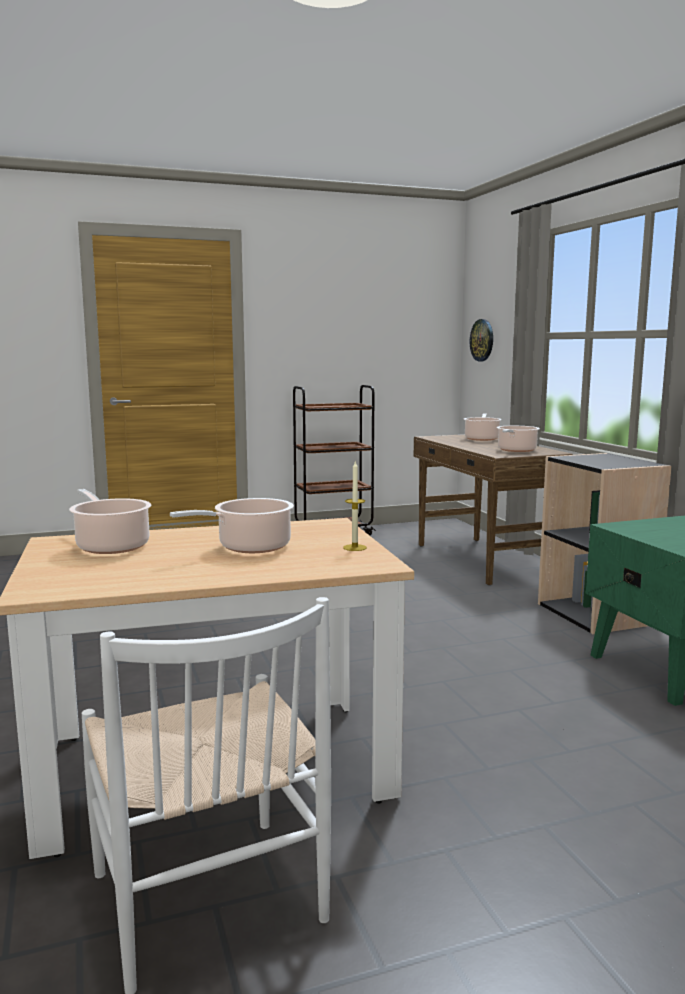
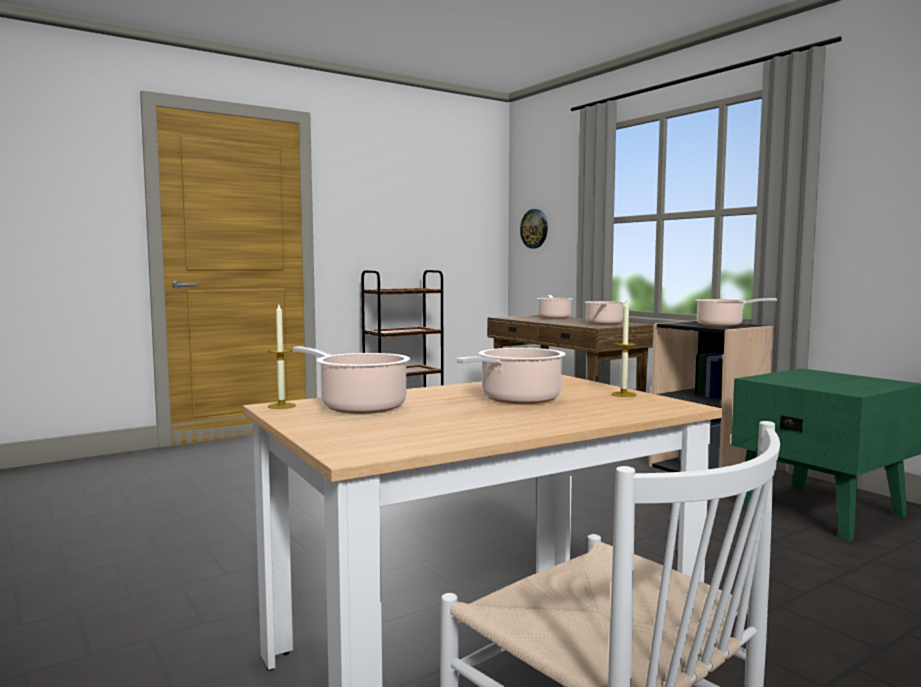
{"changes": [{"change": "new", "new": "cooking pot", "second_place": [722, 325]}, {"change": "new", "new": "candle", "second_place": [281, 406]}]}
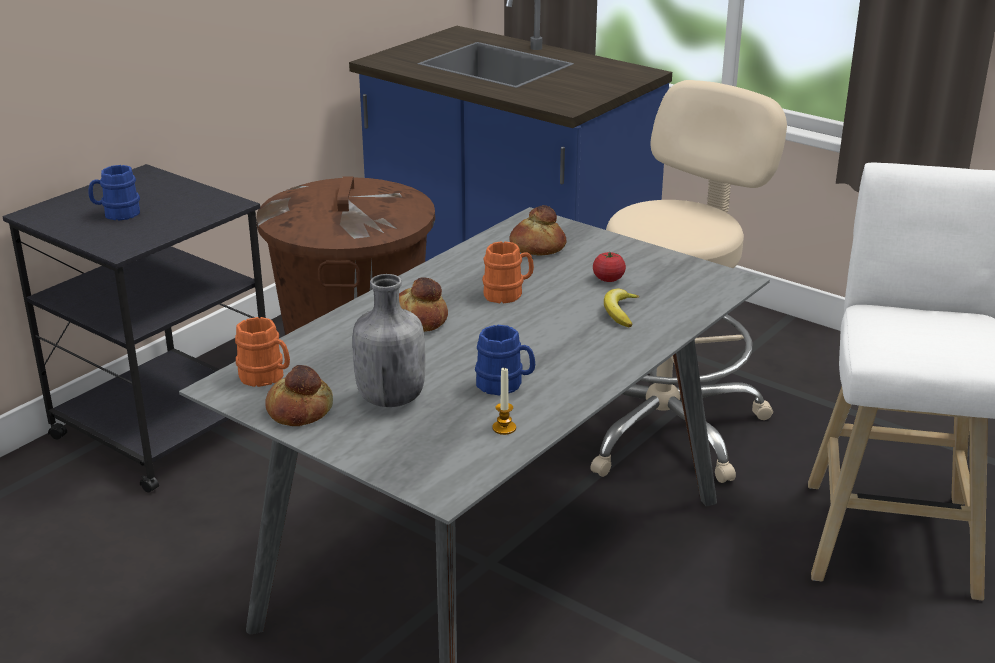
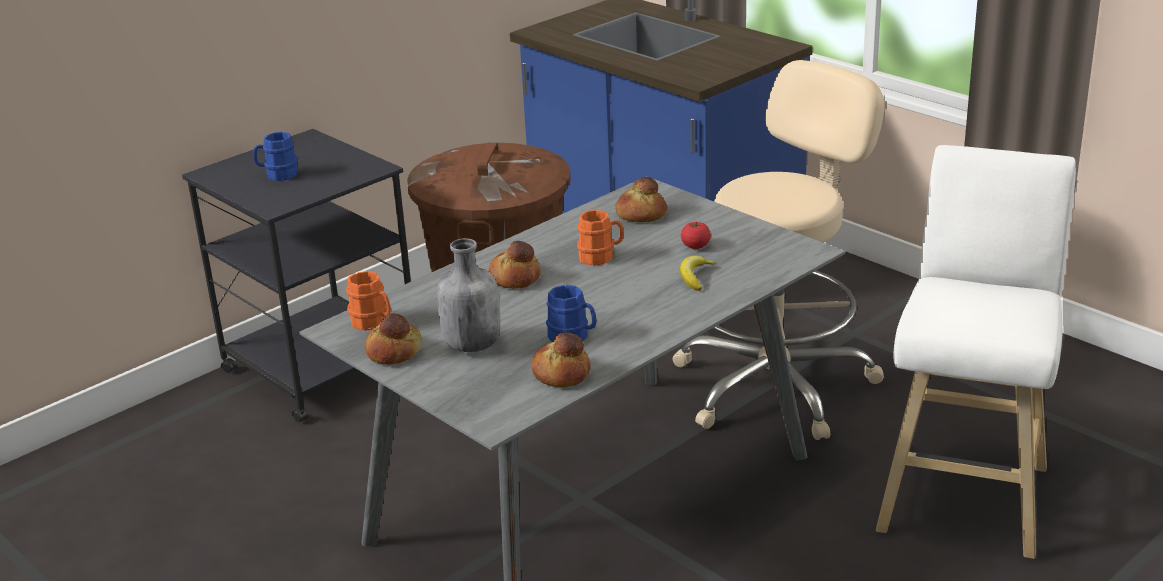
{"changes": [{"change": "swapped", "old": "candle", "new": "bread", "first_place": [504, 428], "second_place": [560, 374]}]}
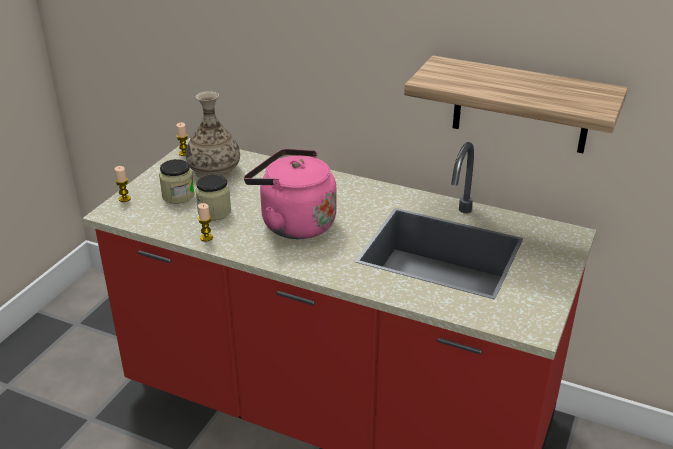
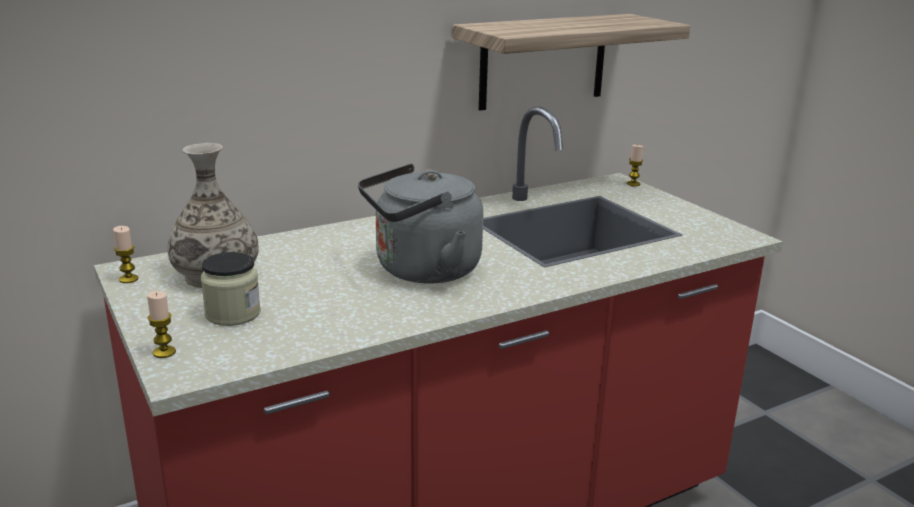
{"changes": [{"change": "repainted", "old": "pink water kettle", "new": "greyish water kettle", "first_place": [293, 223], "second_place": [422, 270]}, {"change": "gone", "old": "preserve jar", "first_place": [214, 211]}, {"change": "shifted", "old": "candle", "first_place": [206, 237], "second_place": [633, 184]}]}
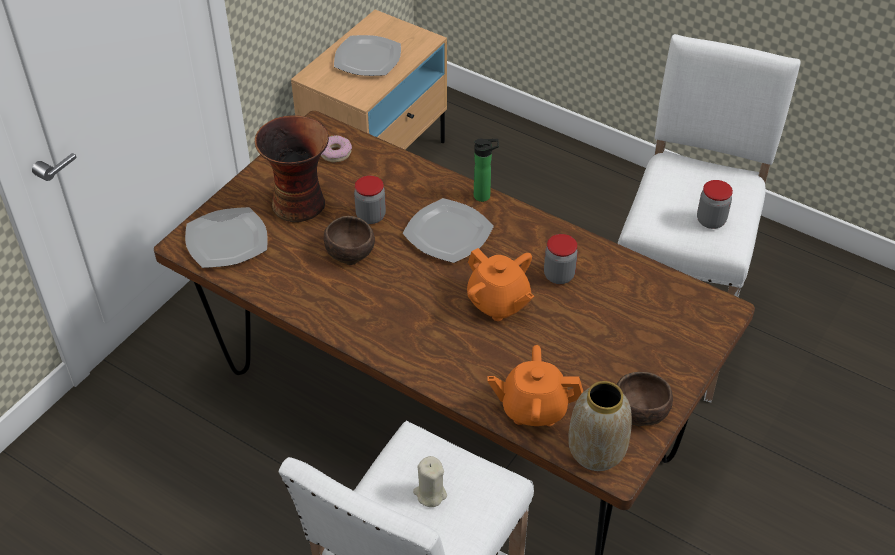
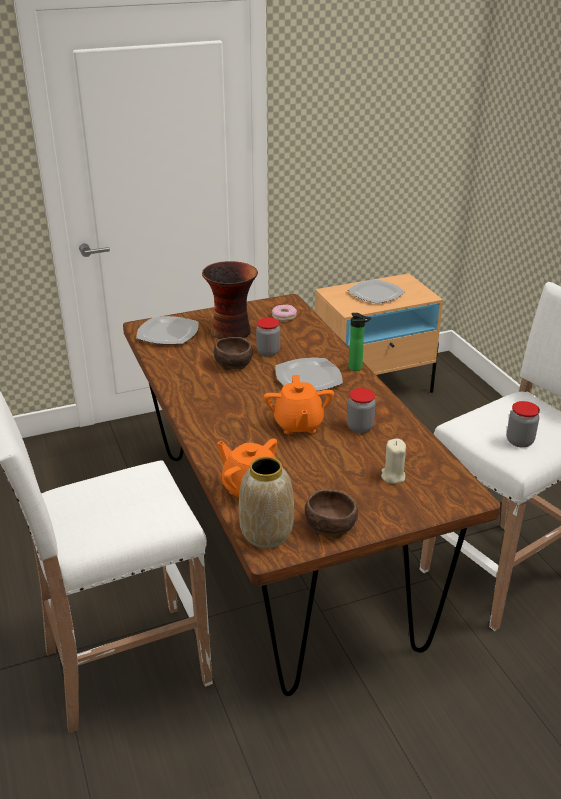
{"changes": [{"change": "shifted", "old": "beige-coloured candle", "first_place": [430, 494], "second_place": [393, 476]}]}
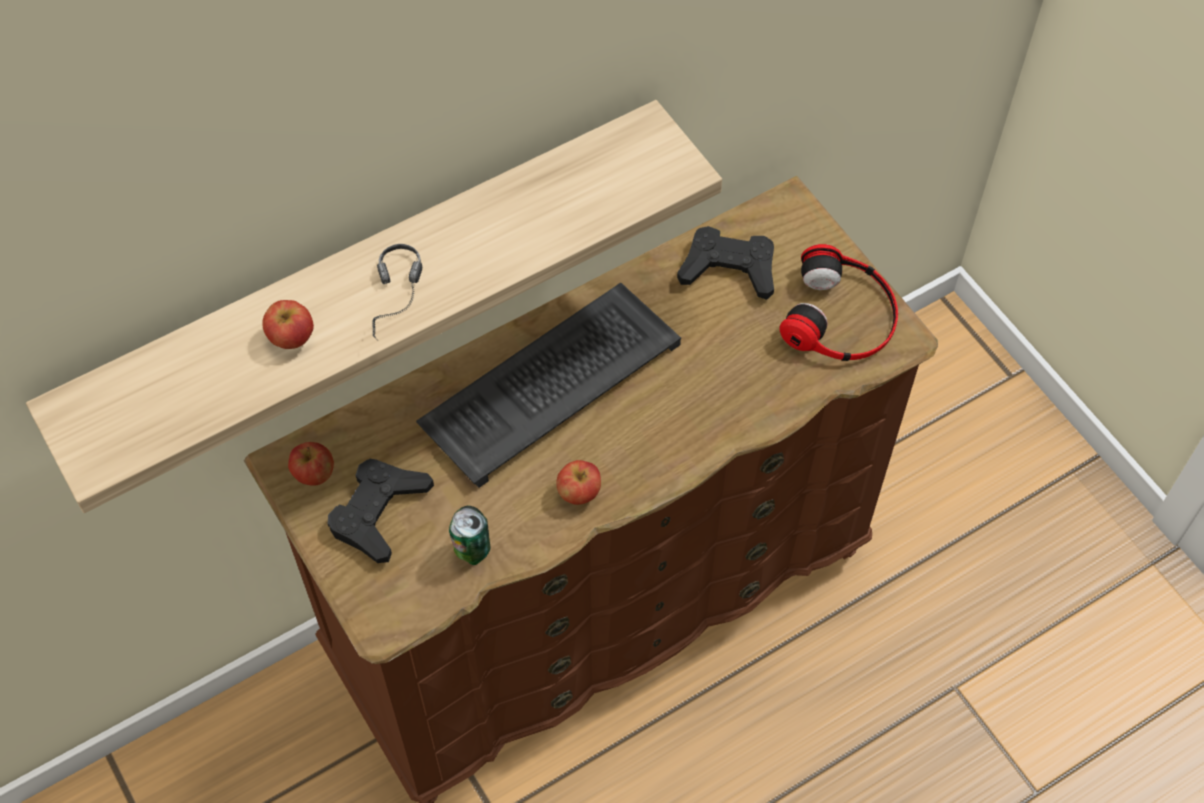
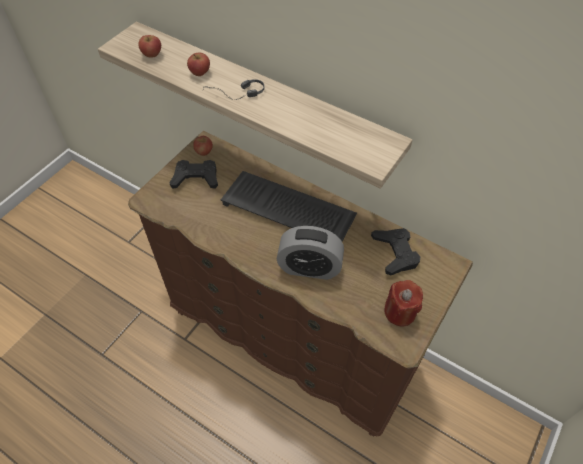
{"changes": [{"change": "swapped", "old": "pair of headphones", "new": "red-coloured candle", "first_place": [841, 316], "second_place": [400, 312]}, {"change": "shifted", "old": "apple", "first_place": [578, 493], "second_place": [152, 54]}, {"change": "gone", "old": "can", "first_place": [472, 551]}, {"change": "new", "new": "table clock", "second_place": [309, 267]}]}
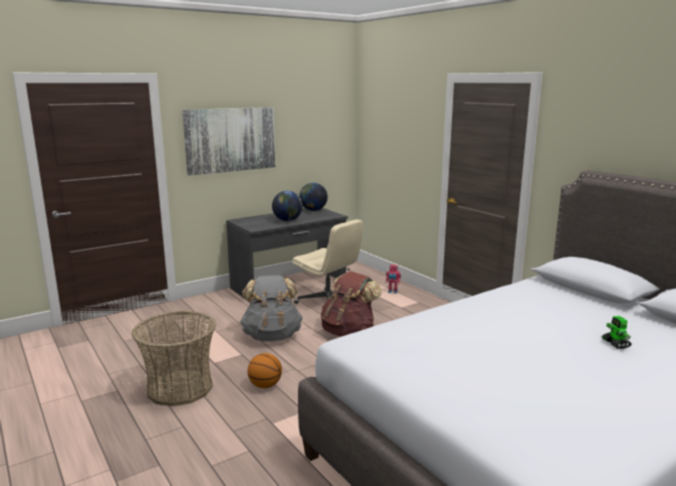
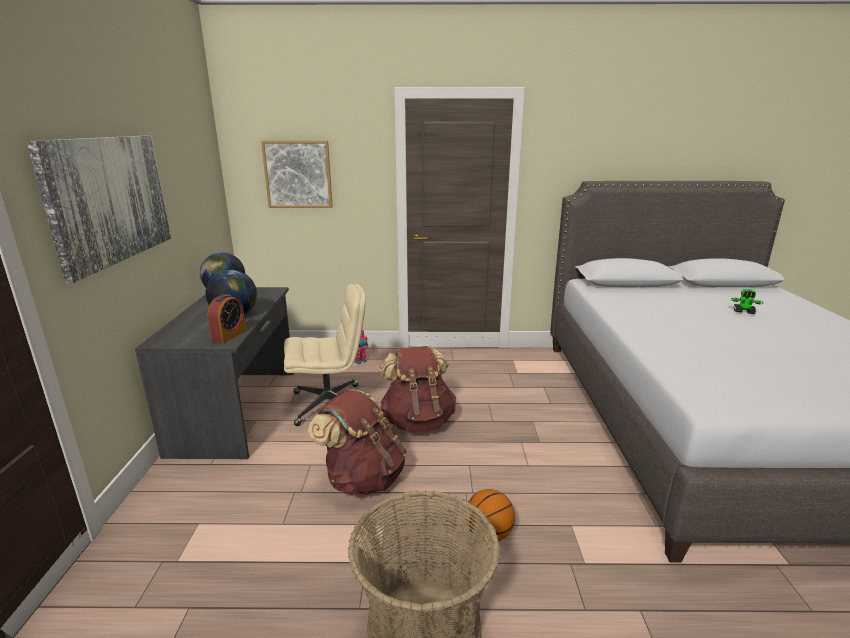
{"changes": [{"change": "repainted", "old": "greyish rucksack", "new": "brownish rucksack", "first_place": [272, 336], "second_place": [362, 478]}, {"change": "new", "new": "wall art", "second_place": [298, 174]}, {"change": "new", "new": "table clock", "second_place": [229, 336]}]}
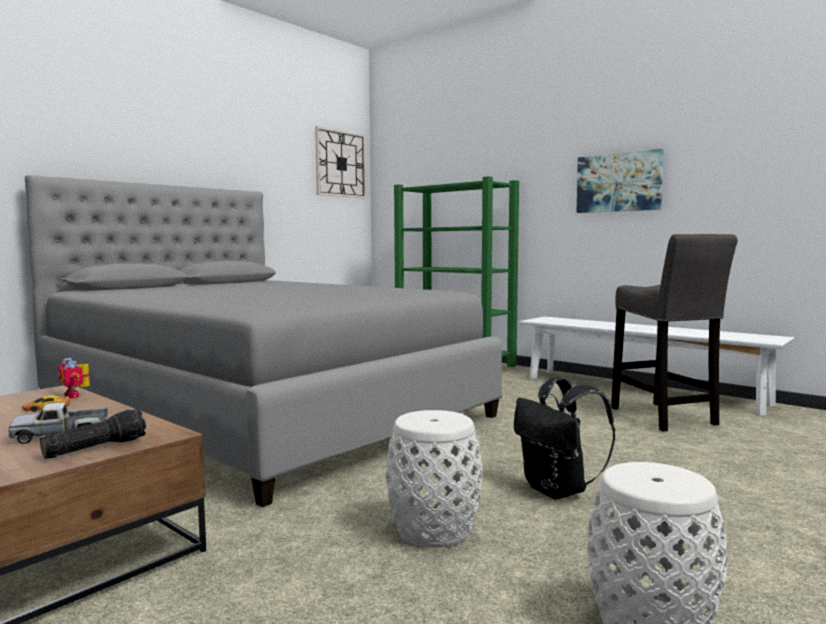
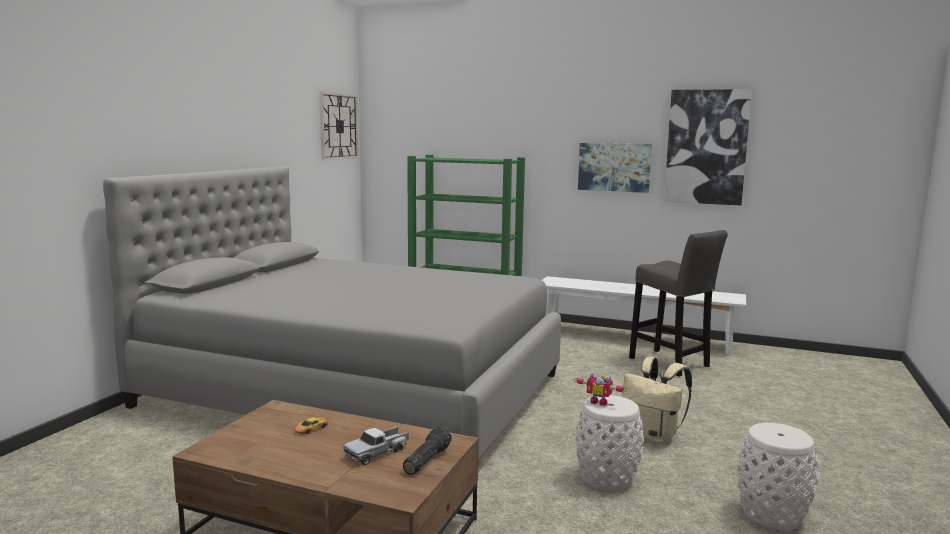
{"changes": [{"change": "shifted", "old": "toy robot", "first_place": [76, 395], "second_place": [599, 402]}, {"change": "repainted", "old": "blackish rucksack", "new": "beige-coloured rucksack", "first_place": [558, 491], "second_place": [654, 436]}, {"change": "new", "new": "wall art", "second_place": [706, 147]}]}
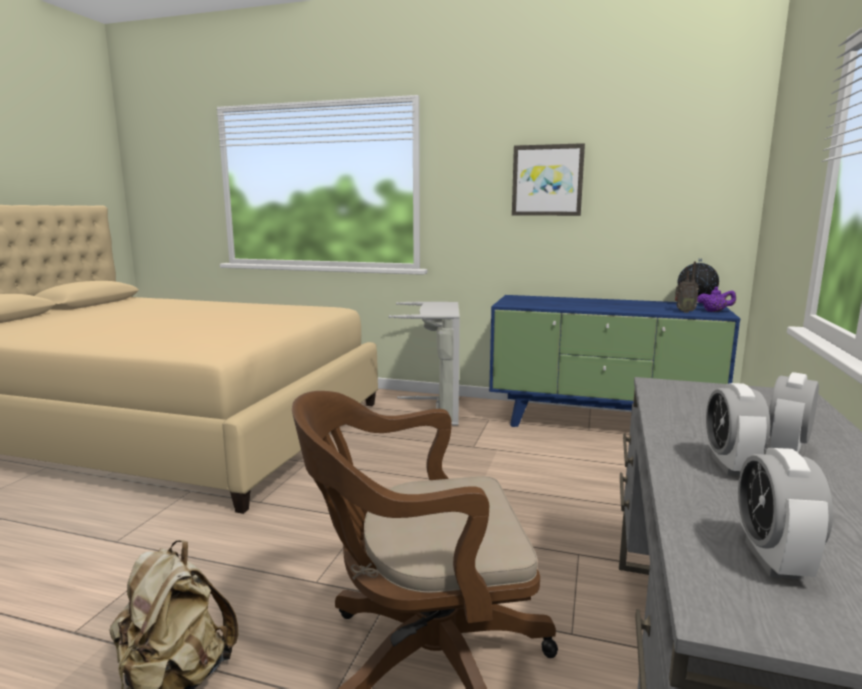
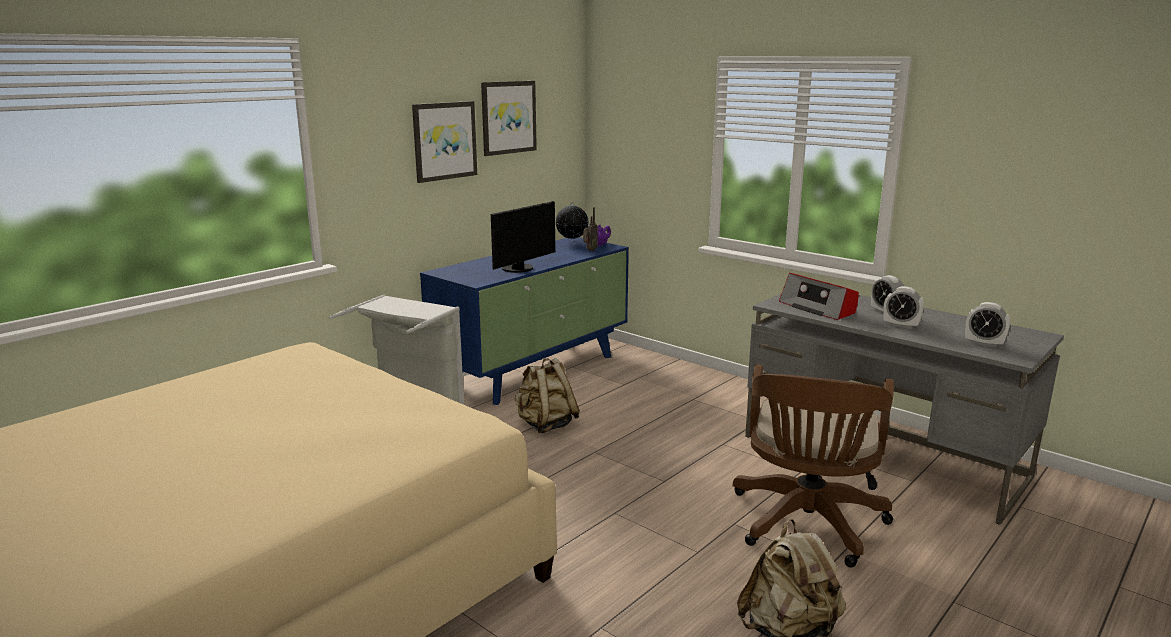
{"changes": [{"change": "new", "new": "wall art", "second_place": [508, 117]}, {"change": "new", "new": "monitor", "second_place": [520, 269]}, {"change": "new", "new": "radio", "second_place": [818, 308]}, {"change": "new", "new": "beige-coloured rucksack", "second_place": [546, 425]}]}
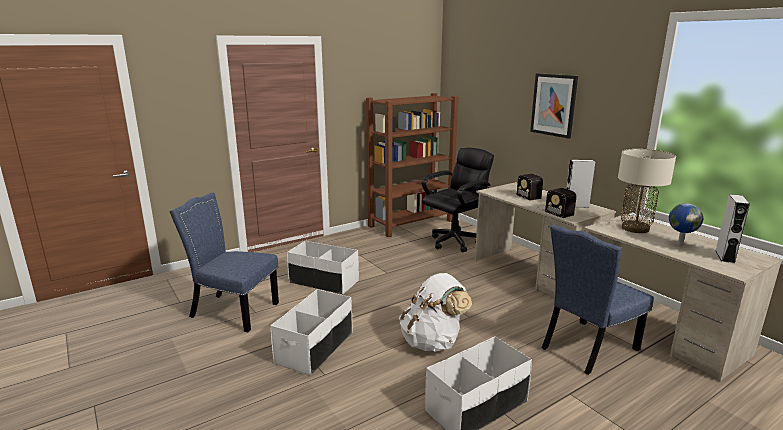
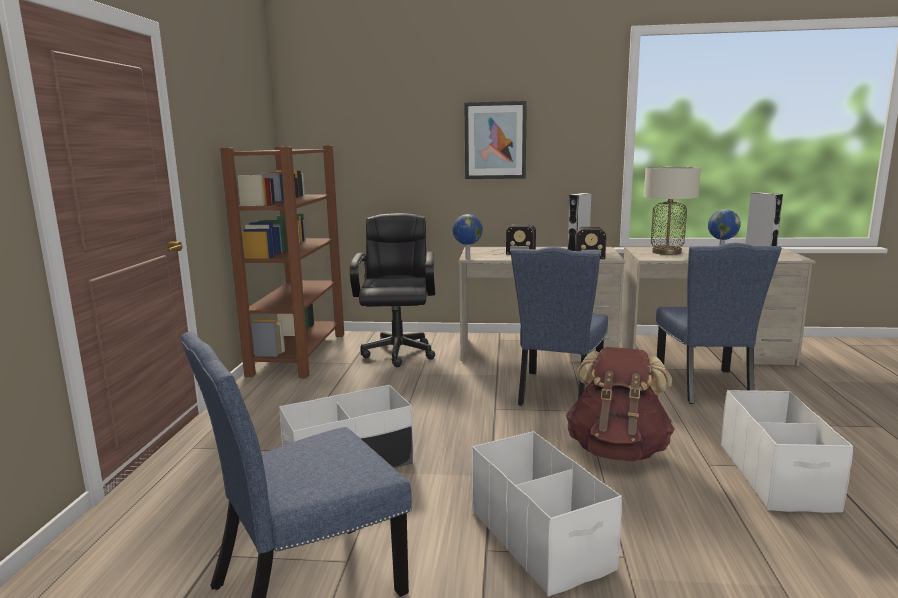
{"changes": [{"change": "repainted", "old": "white-coloured rucksack", "new": "brownish rucksack", "first_place": [433, 342], "second_place": [617, 450]}, {"change": "new", "new": "desk globe", "second_place": [467, 258]}, {"change": "new", "new": "blue chair", "second_place": [558, 390]}]}
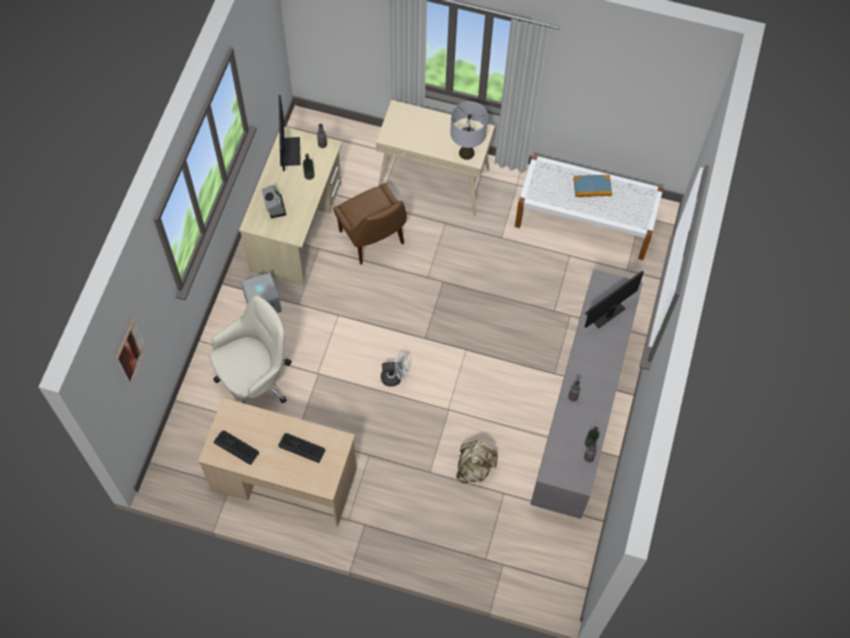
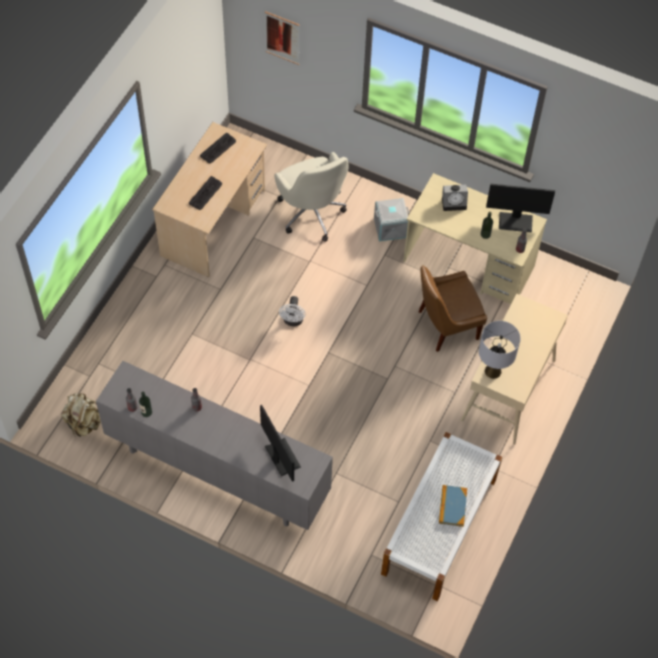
{"changes": [{"change": "shifted", "old": "beige-coloured rucksack", "first_place": [475, 467], "second_place": [84, 423]}]}
